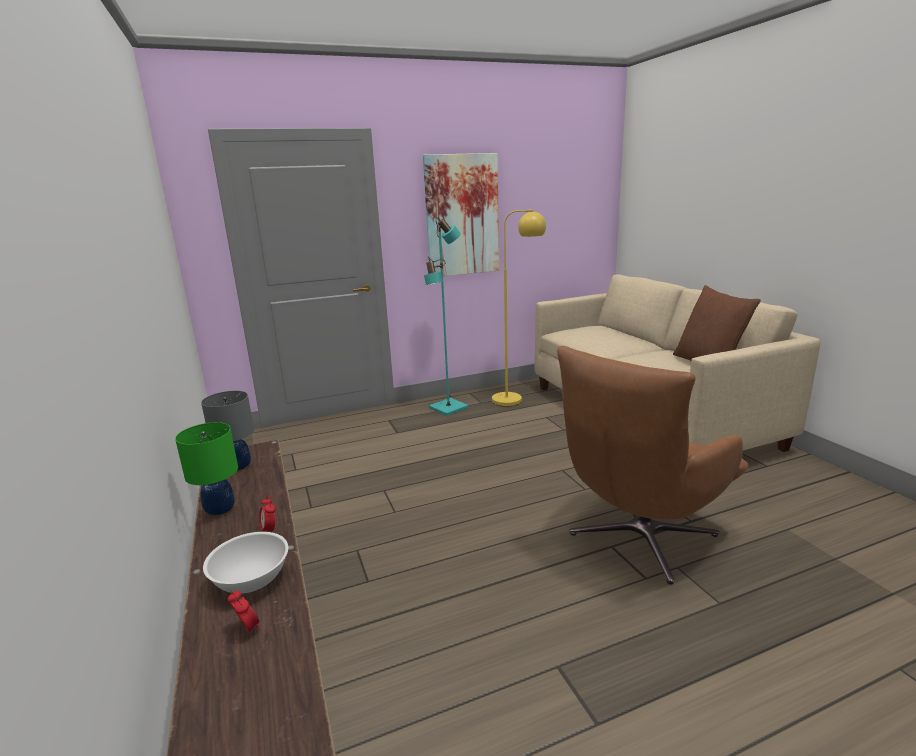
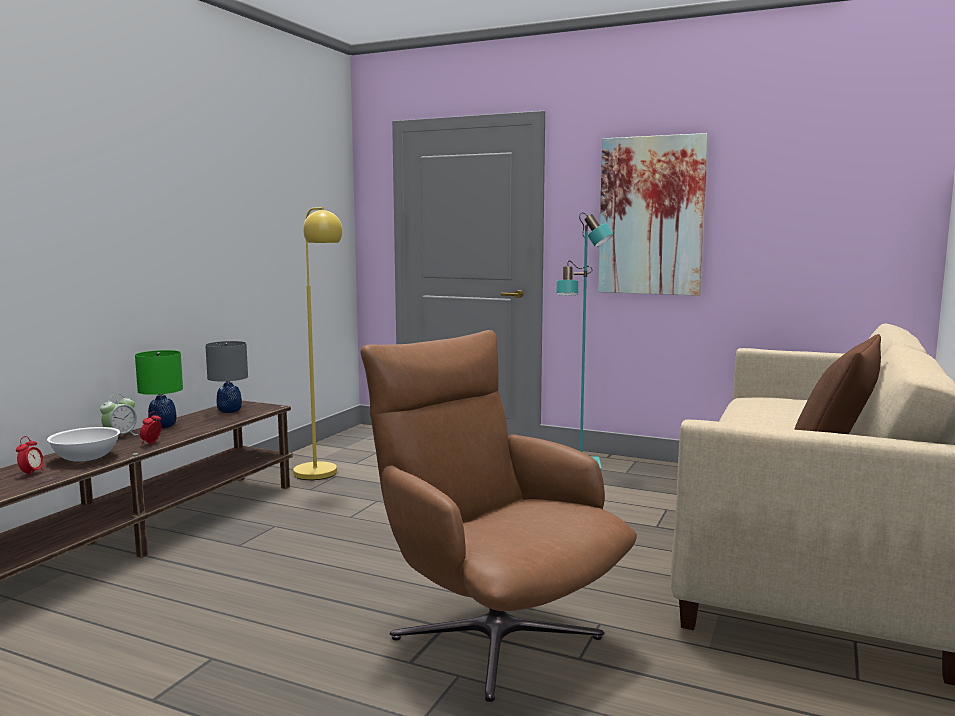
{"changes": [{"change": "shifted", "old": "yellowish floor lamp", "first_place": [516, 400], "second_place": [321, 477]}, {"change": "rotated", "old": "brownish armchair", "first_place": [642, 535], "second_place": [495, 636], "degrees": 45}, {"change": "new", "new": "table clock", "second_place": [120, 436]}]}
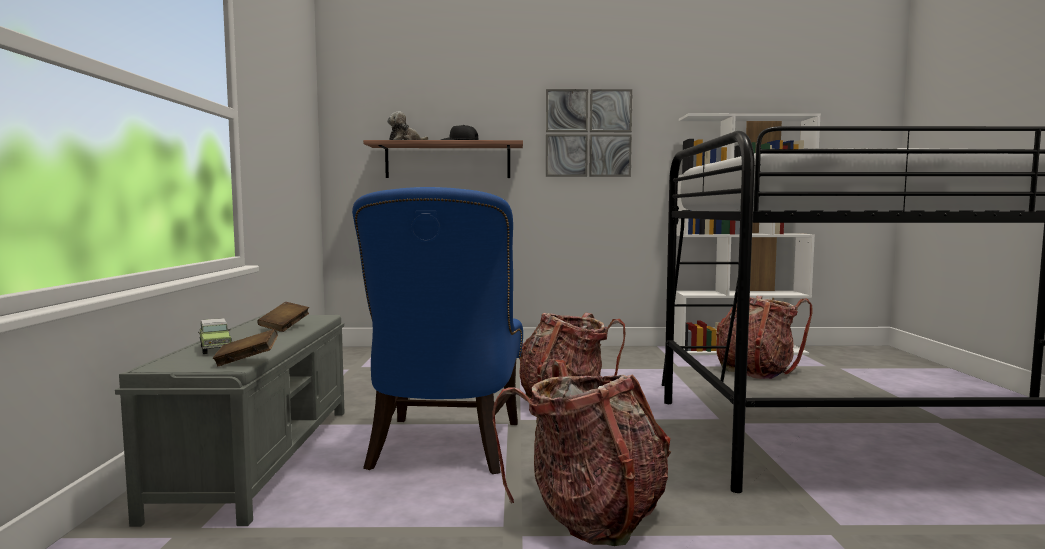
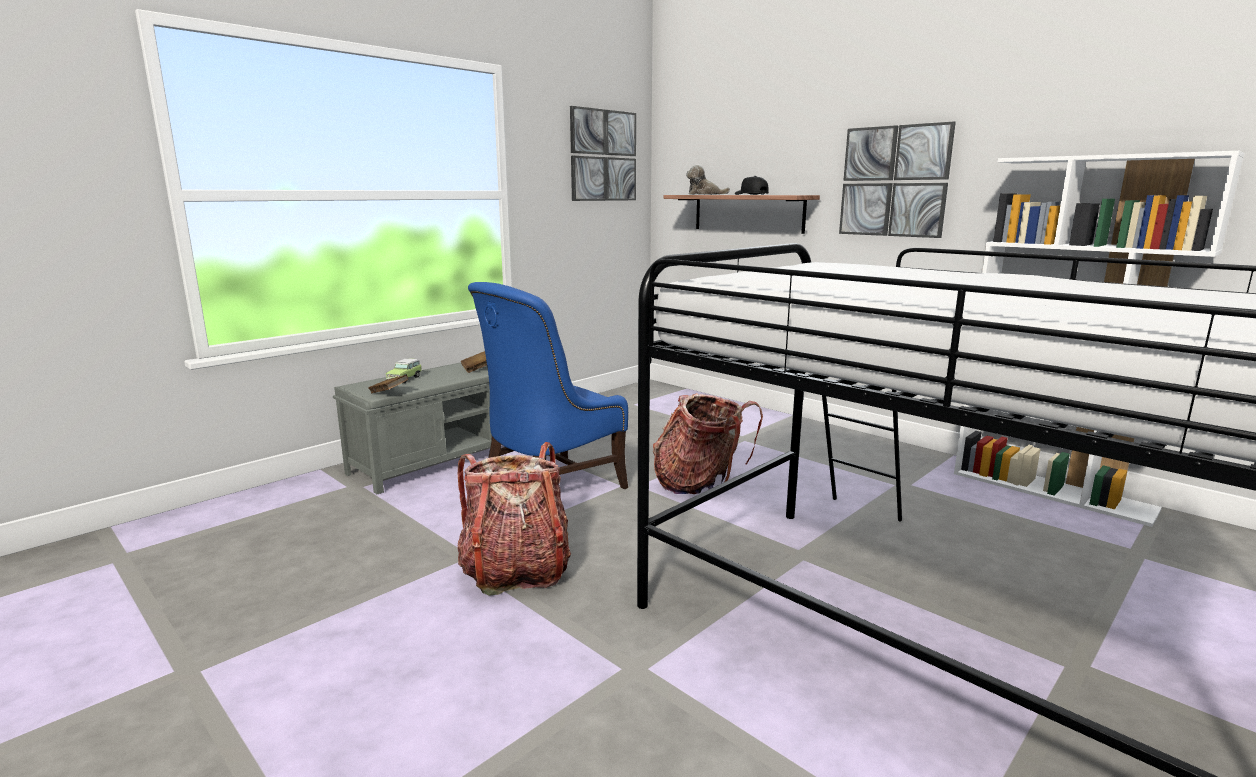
{"changes": [{"change": "gone", "old": "rucksack", "first_place": [756, 371]}, {"change": "new", "new": "wall art", "second_place": [603, 156]}]}
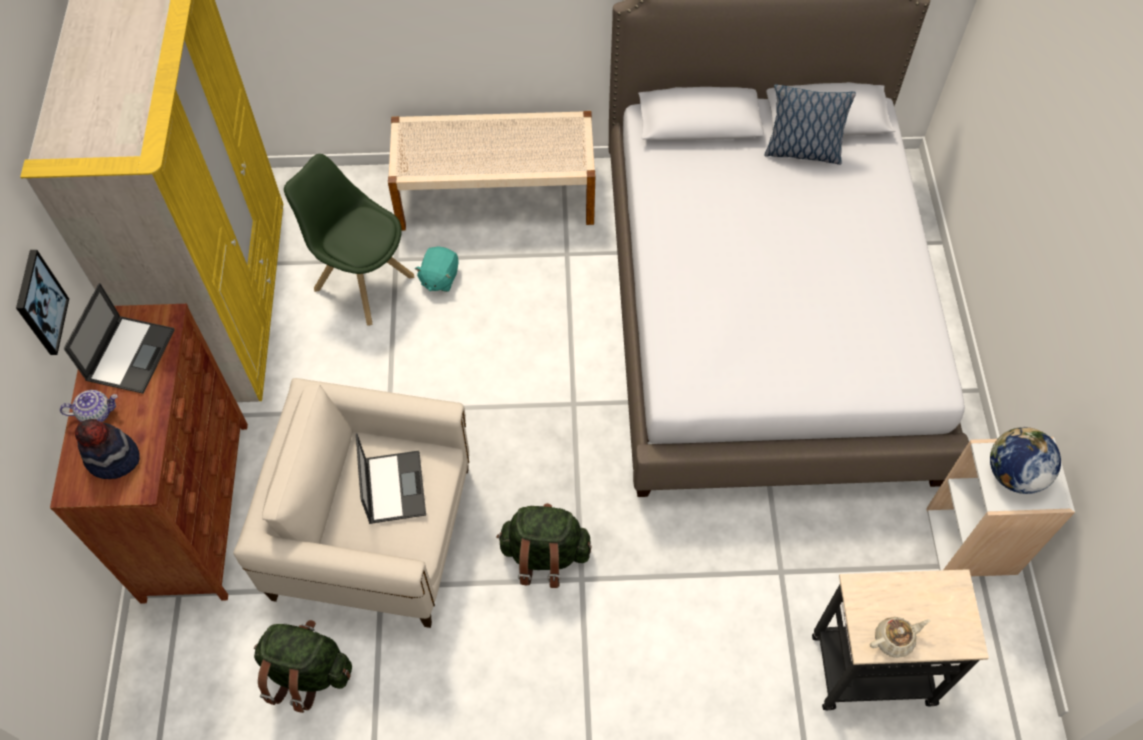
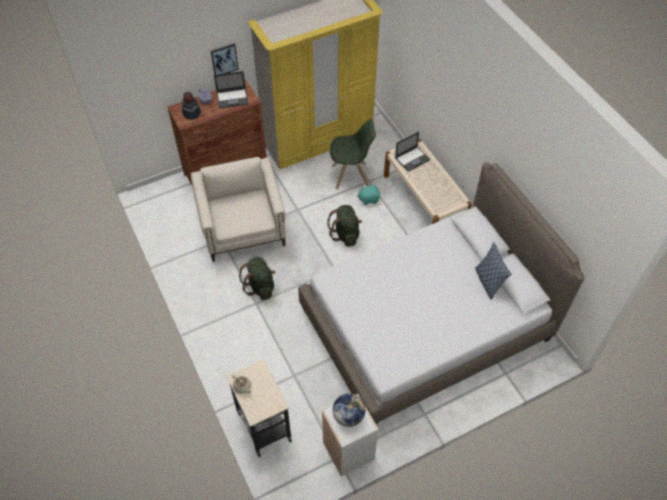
{"changes": [{"change": "rotated", "old": "green chair", "first_place": [363, 283], "second_place": [351, 176], "degrees": 75}, {"change": "shifted", "old": "portable computer", "first_place": [394, 486], "second_place": [412, 159]}, {"change": "shifted", "old": "green rucksack", "first_place": [306, 672], "second_place": [345, 234]}]}
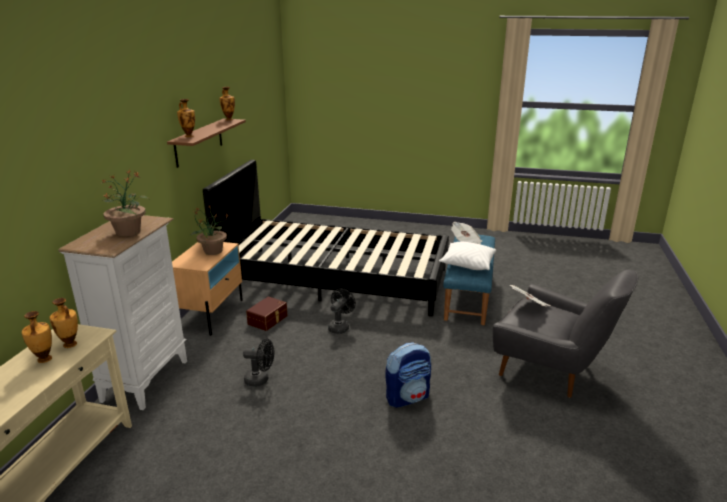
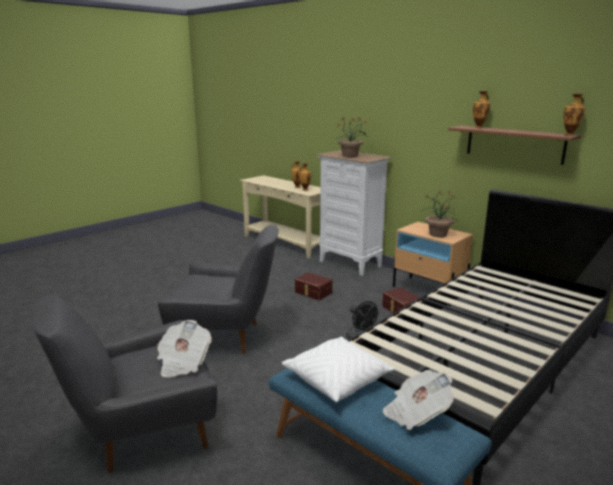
{"changes": [{"change": "swapped", "old": "blackish fan", "new": "brownish storage box", "first_place": [260, 380], "second_place": [313, 292]}, {"change": "swapped", "old": "rucksack", "new": "greyish armchair", "first_place": [408, 397], "second_place": [224, 337]}]}
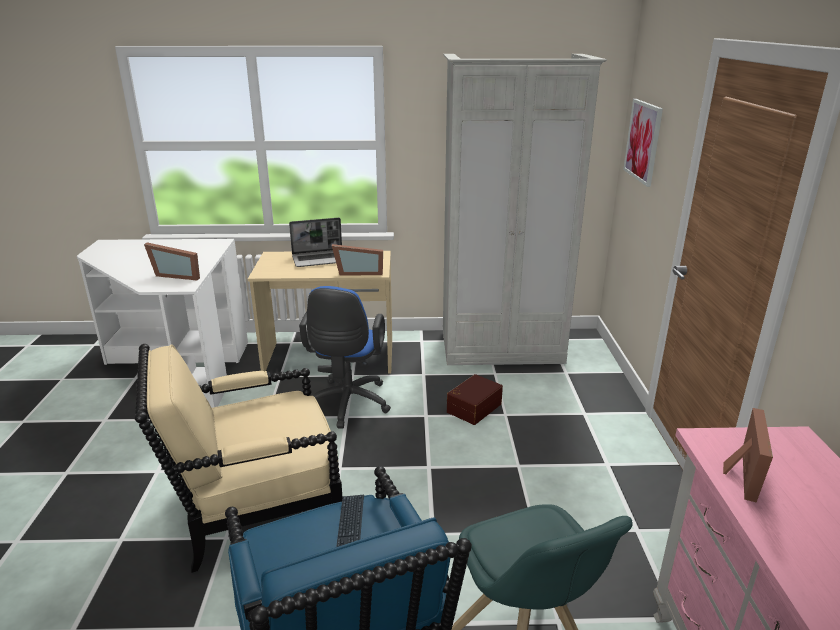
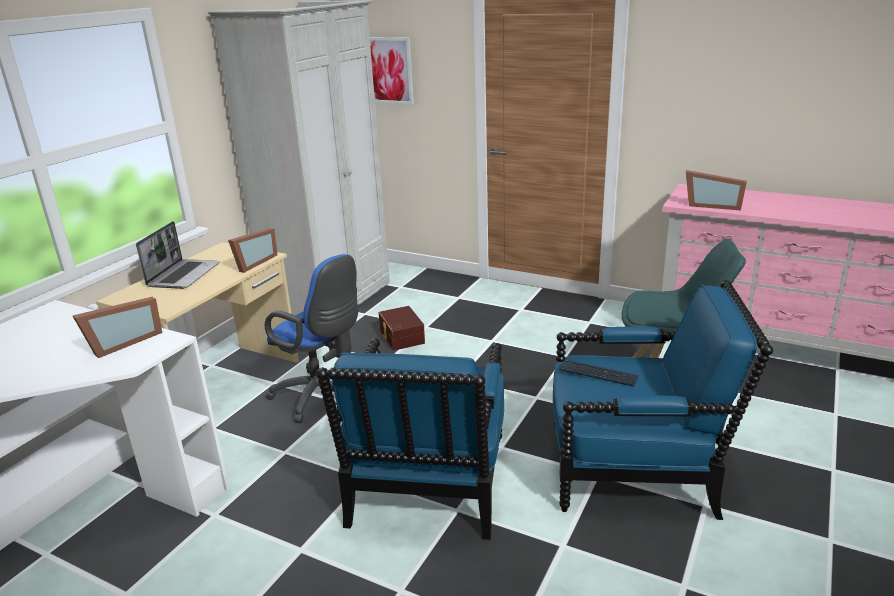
{"changes": [{"change": "repainted", "old": "beige-coloured armchair", "new": "blue armchair", "first_place": [253, 506], "second_place": [426, 485]}, {"change": "rotated", "old": "picture frame", "first_place": [738, 474], "second_place": [712, 205], "degrees": 150}]}
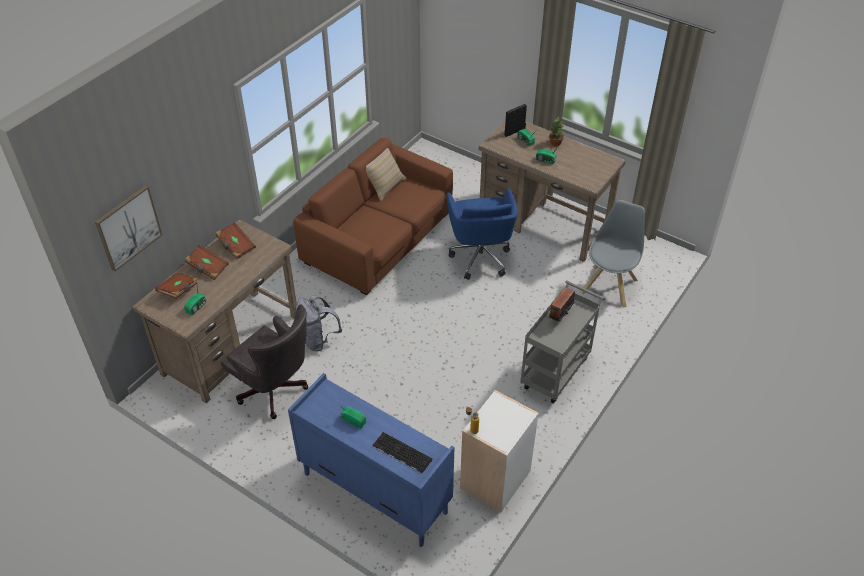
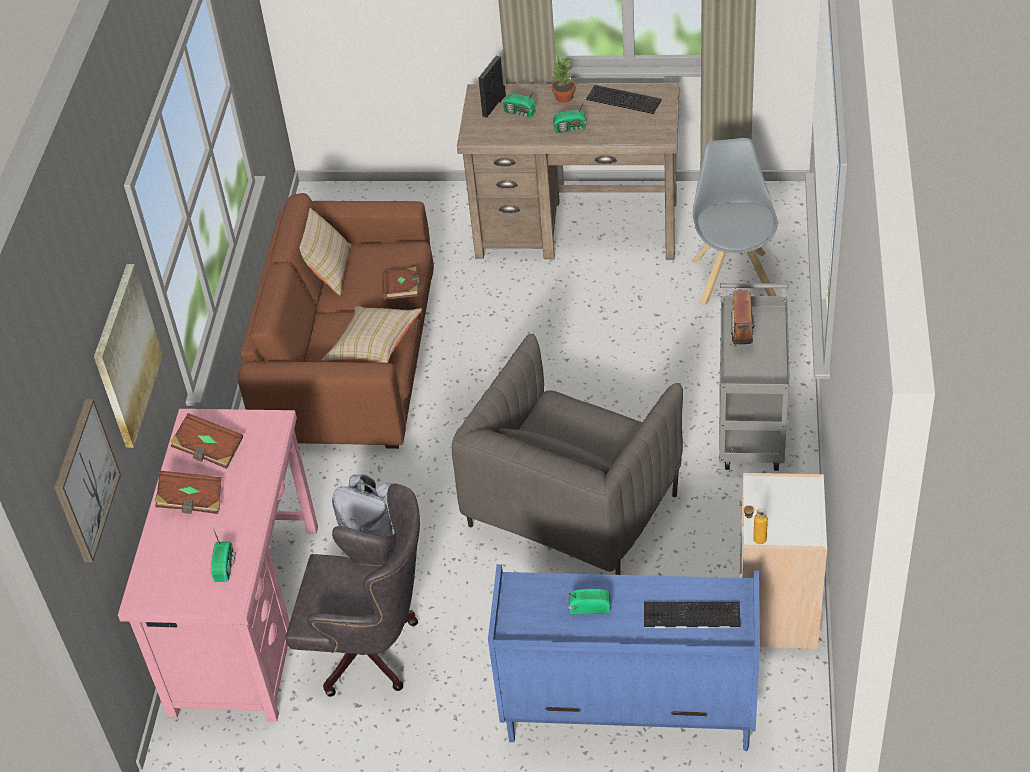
{"changes": [{"change": "gone", "old": "blue desk chair", "first_place": [479, 257]}, {"change": "repainted", "old": "brownish desk", "new": "pink desk", "first_place": [231, 344], "second_place": [244, 617]}, {"change": "shifted", "old": "brownish volume", "first_place": [179, 291], "second_place": [402, 291]}, {"change": "new", "new": "PC keyboard", "second_place": [625, 99]}, {"change": "new", "new": "wall art", "second_place": [126, 355]}, {"change": "new", "new": "beige-coloured pillow", "second_place": [374, 346]}, {"change": "new", "new": "greyish armchair", "second_place": [573, 507]}]}
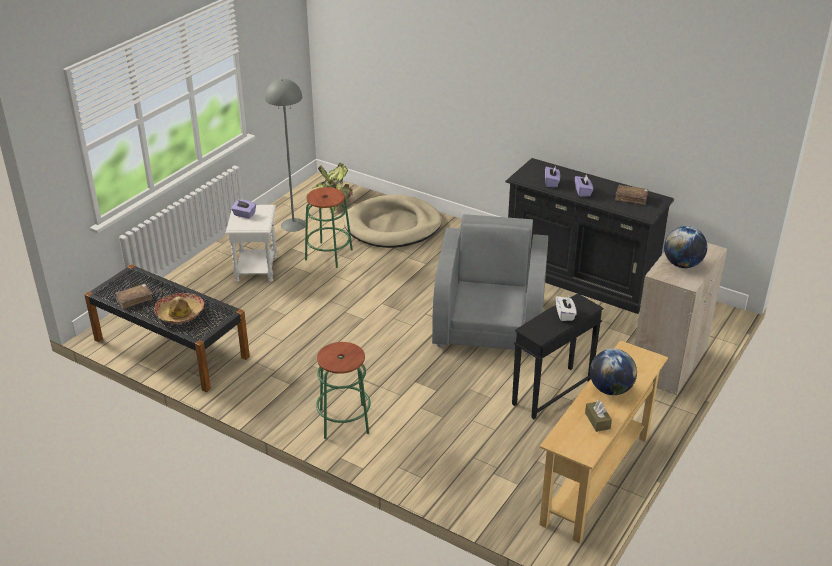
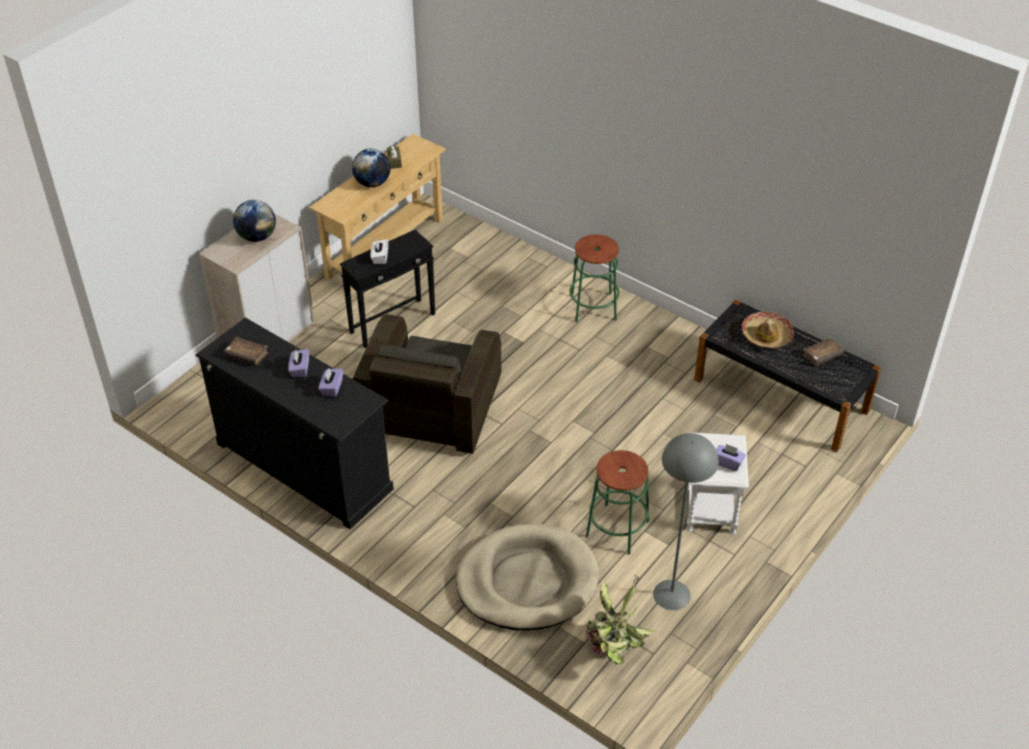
{"changes": [{"change": "repainted", "old": "greyish armchair", "new": "brownish armchair", "first_place": [489, 321], "second_place": [431, 408]}]}
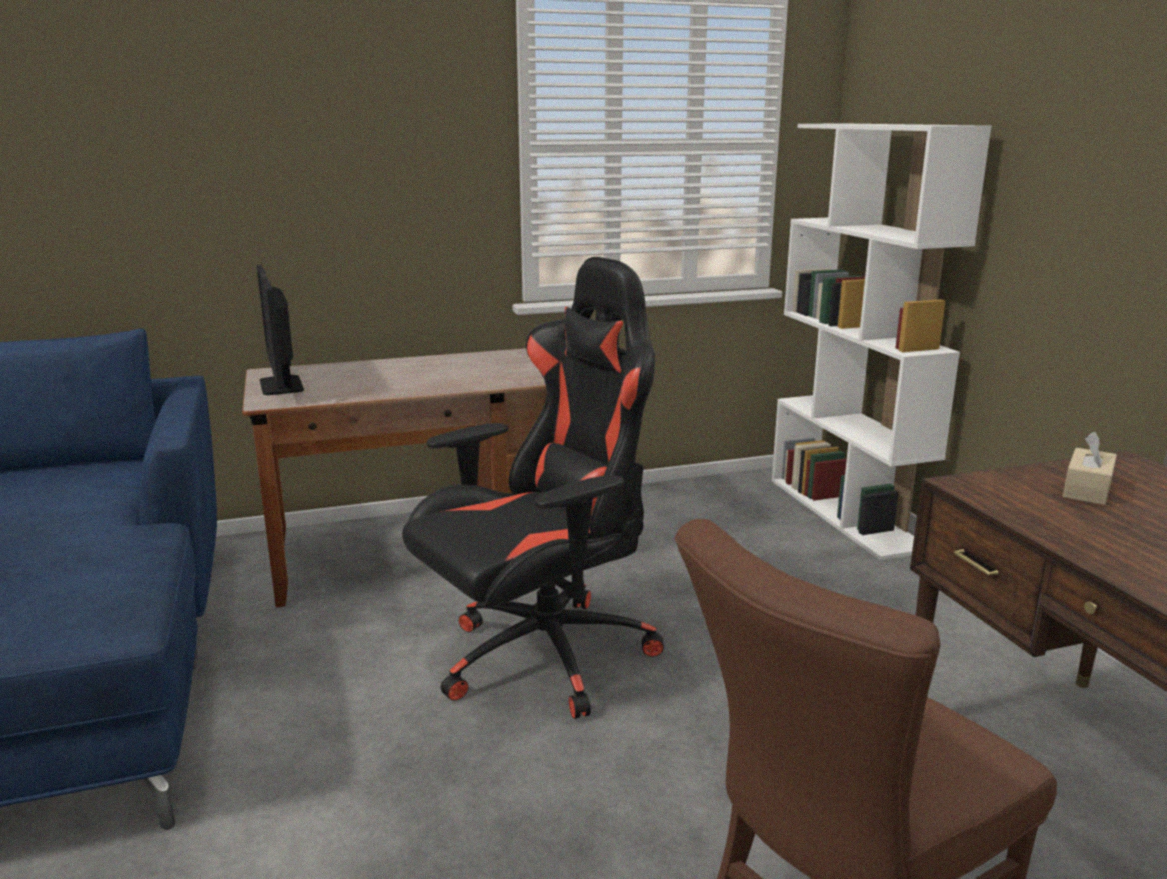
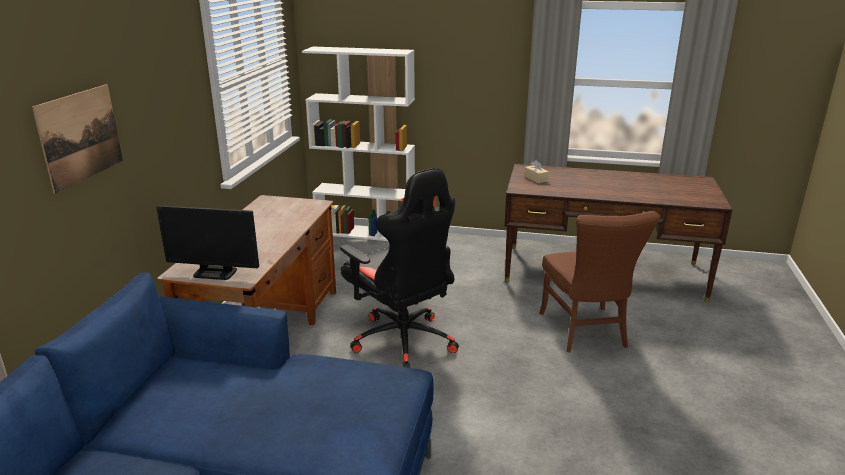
{"changes": [{"change": "rotated", "old": "blackish desk chair", "first_place": [533, 663], "second_place": [398, 338], "degrees": 150}, {"change": "new", "new": "wall art", "second_place": [80, 136]}]}
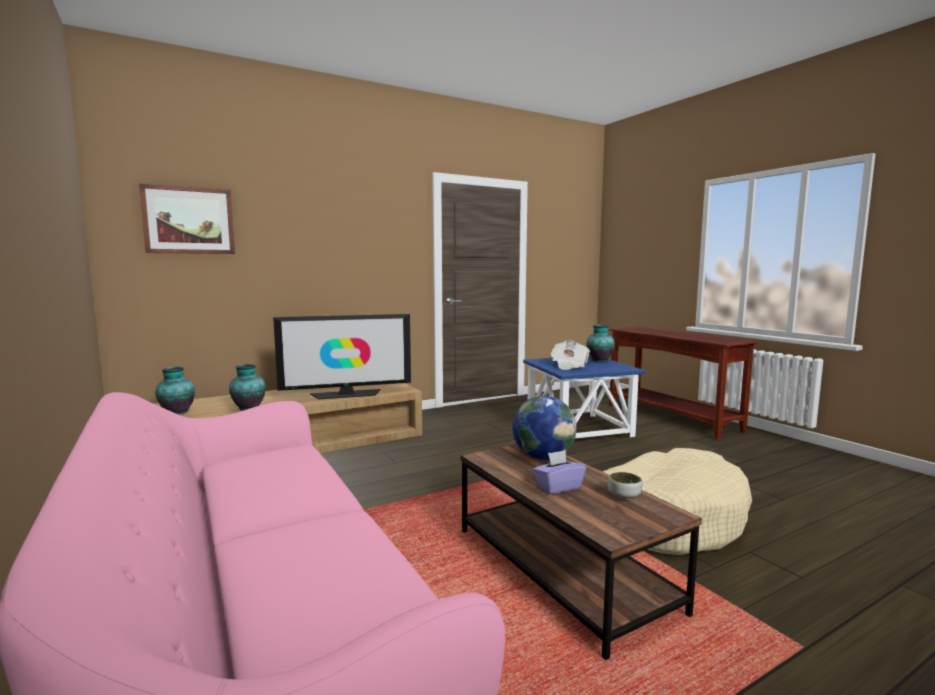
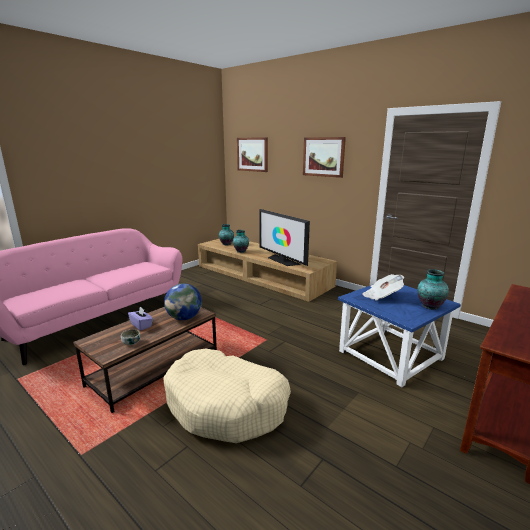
{"changes": [{"change": "new", "new": "wall art", "second_place": [323, 157]}]}
